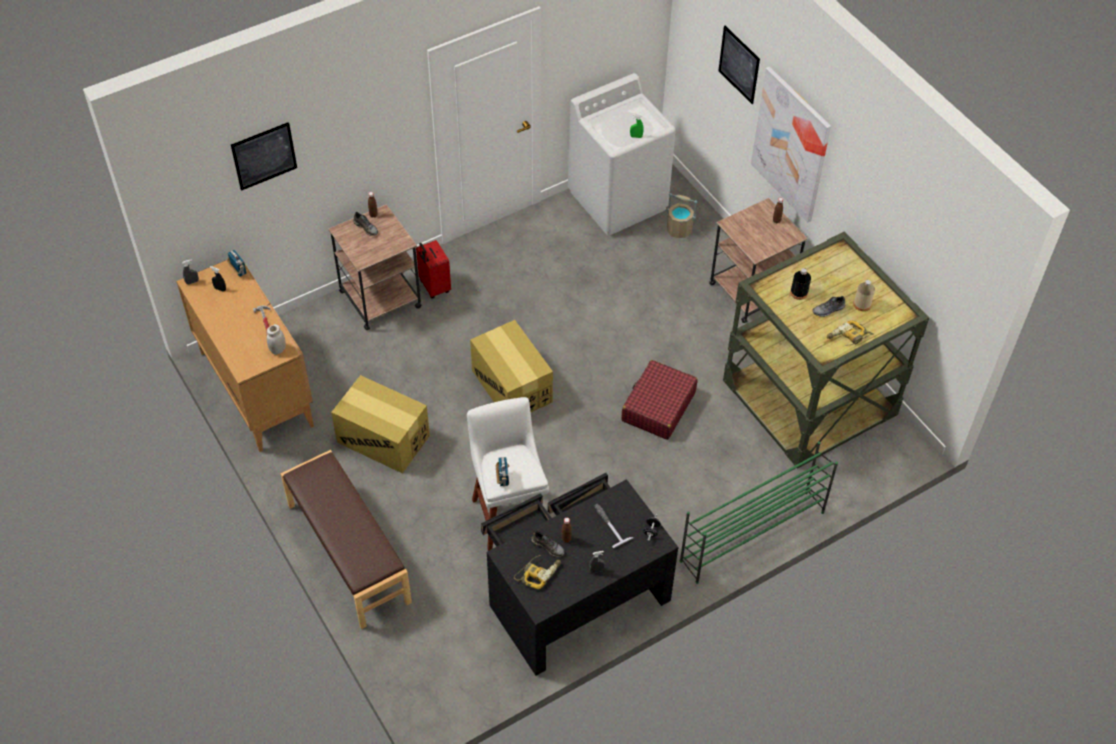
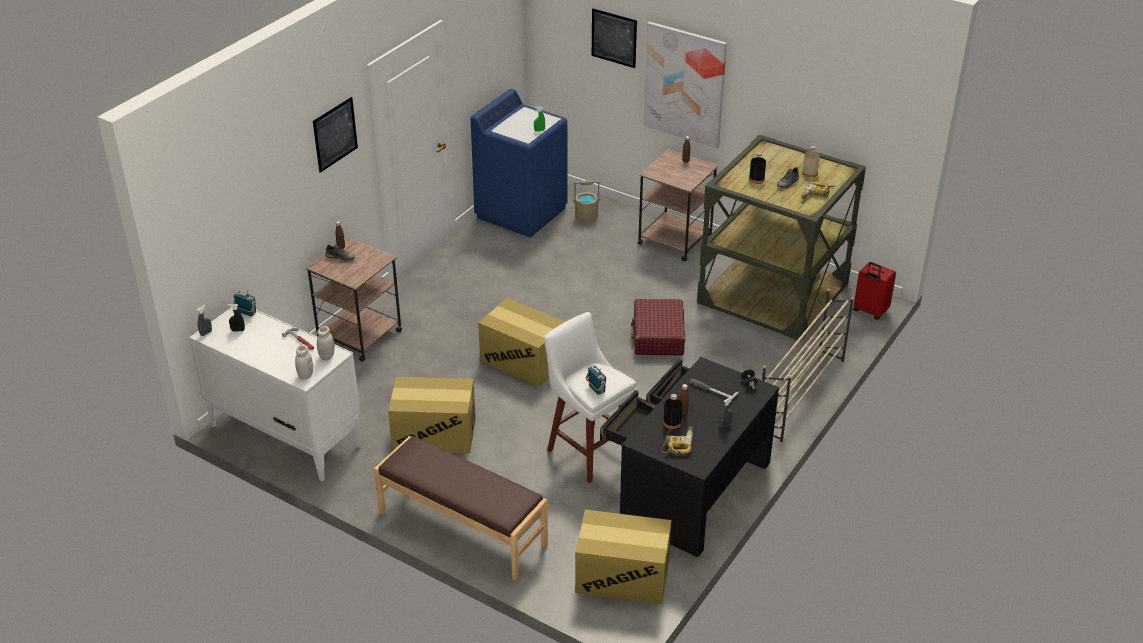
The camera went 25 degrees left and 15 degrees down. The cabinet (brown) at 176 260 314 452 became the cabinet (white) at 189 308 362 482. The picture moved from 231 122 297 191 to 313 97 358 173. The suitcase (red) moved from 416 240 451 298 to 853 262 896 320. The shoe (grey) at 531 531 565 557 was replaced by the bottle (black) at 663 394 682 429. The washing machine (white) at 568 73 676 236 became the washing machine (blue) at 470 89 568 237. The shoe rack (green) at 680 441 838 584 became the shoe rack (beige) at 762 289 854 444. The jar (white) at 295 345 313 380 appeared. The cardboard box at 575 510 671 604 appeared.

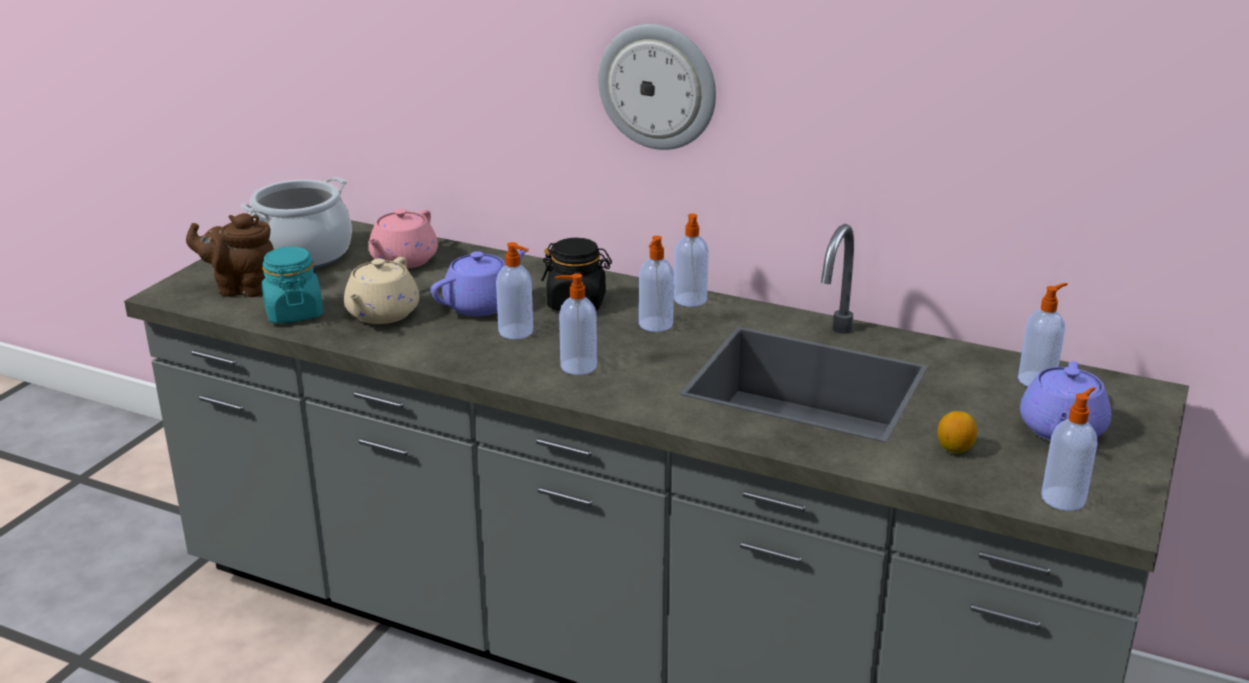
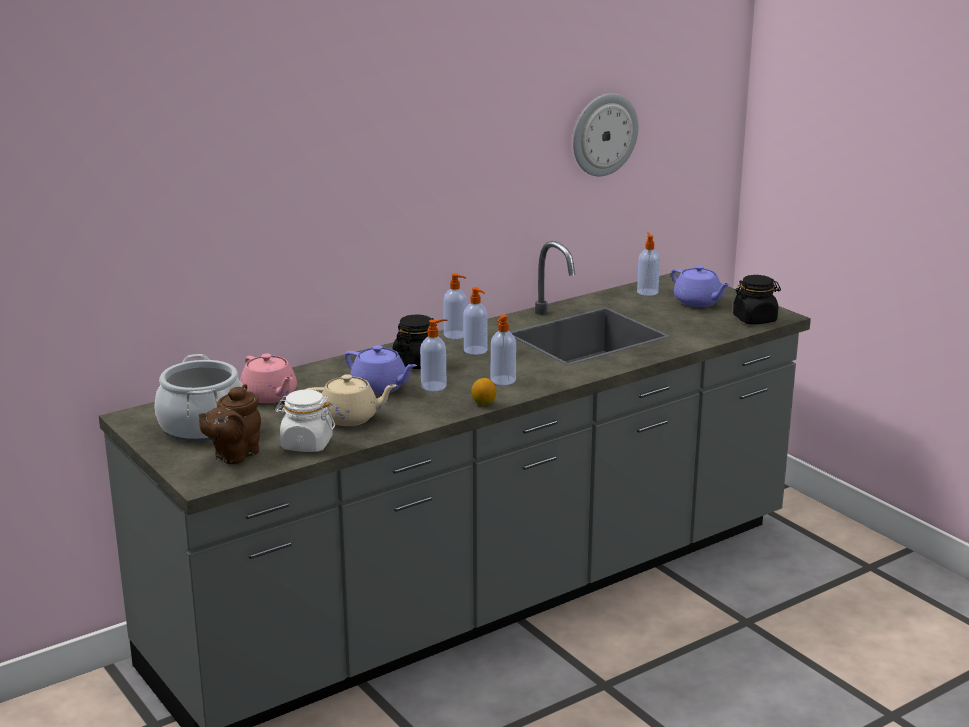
The camera went 60 degrees left and 5 degrees down. The jar (turquoise) at 262 247 323 323 became the jar (white) at 275 390 335 452. The teapot (beige) at 344 257 419 324 turned 45 degrees counterclockwise. The teapot (purple) at 431 248 529 316 turned 135 degrees clockwise. The wall clock moved from 598 24 716 150 to 573 93 638 176. The lemon moved from 938 411 977 453 to 471 378 496 405. The soap dispenser at 1041 387 1098 511 was replaced by the jar (black) at 733 275 781 324.

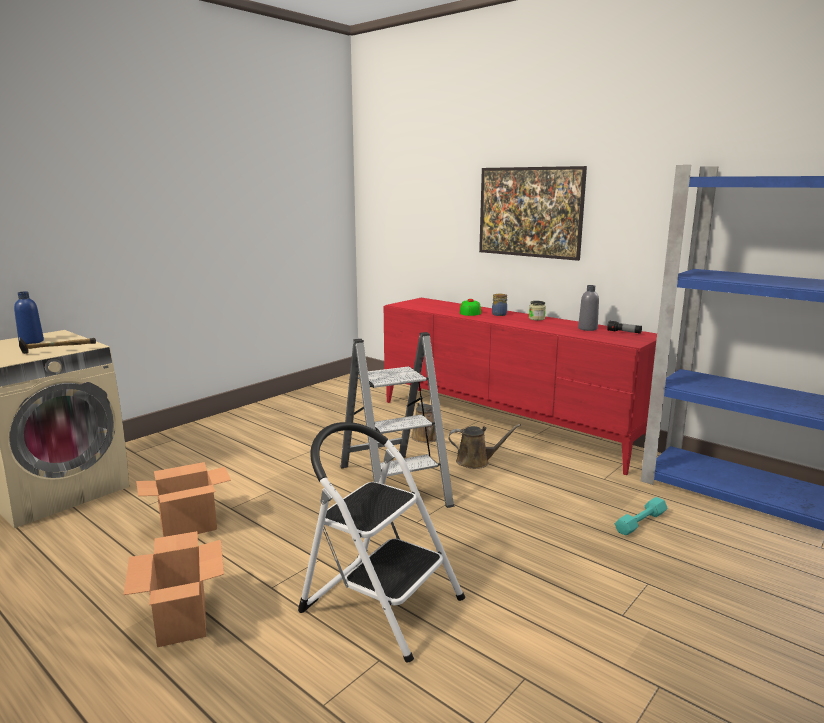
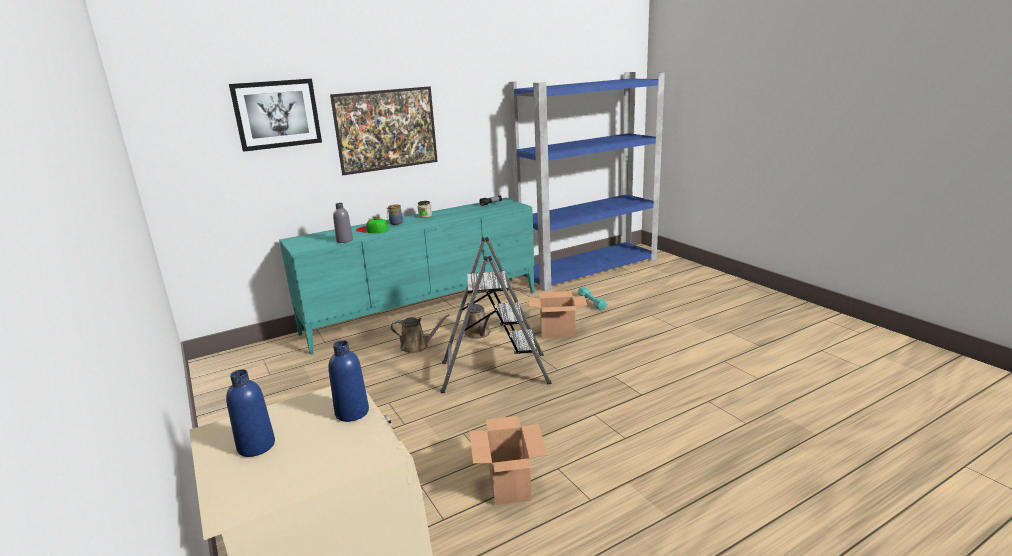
The camera went 70 degrees left and 5 degrees up. The hammer at 19 337 96 354 was replaced by the bottle (blue) at 328 341 369 422. The cardboard box moved from 123 531 224 647 to 528 291 587 338. The step ladder at 298 422 465 663 disappeared. The cabinet (red) at 384 298 657 475 became the cabinet (turquoise) at 279 198 534 355. The watering can (brown) at 449 424 521 469 turned 135 degrees clockwise. The bottle (grey) moved from 578 285 599 331 to 333 203 353 243. The picture at 229 79 322 152 appeared.

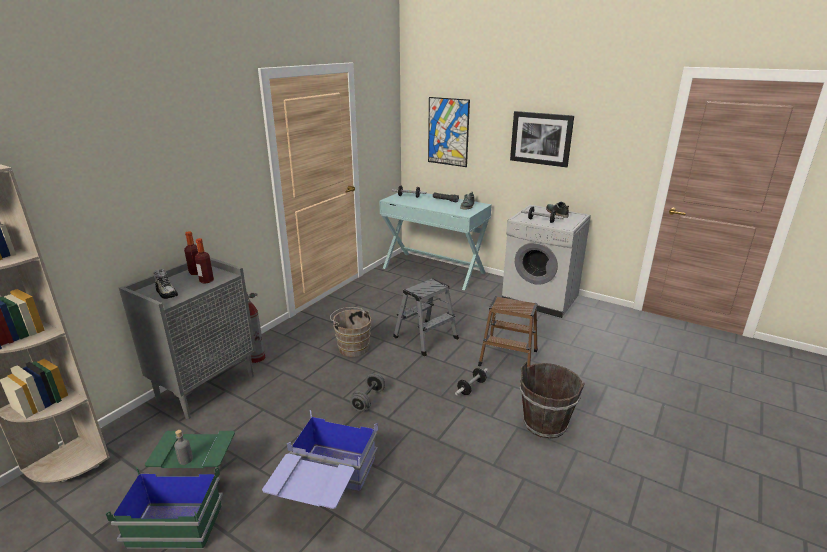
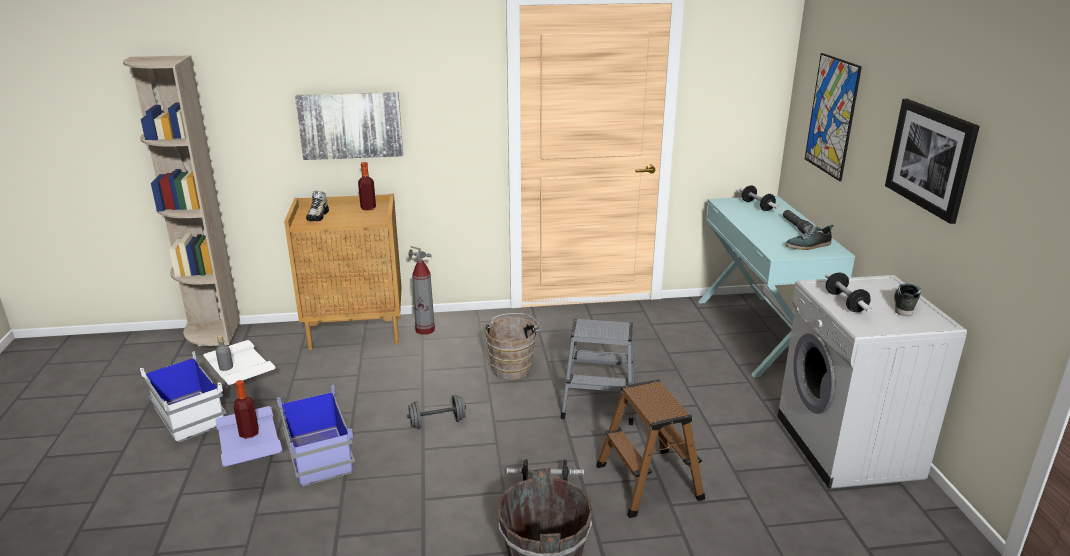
The camera went 50 degrees right and 0 degrees up. The storage box (green) at 106 431 235 549 became the storage box (white) at 140 340 276 443. The cabinet (grey) at 119 258 256 419 became the cabinet (brown) at 284 194 402 350. The bottle moved from 195 238 214 284 to 234 380 259 439. The picture at 295 92 403 160 appeared.

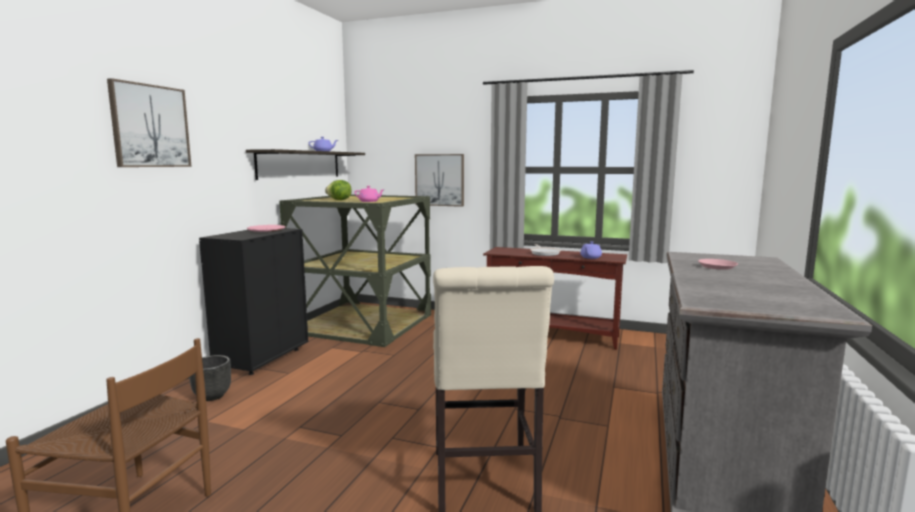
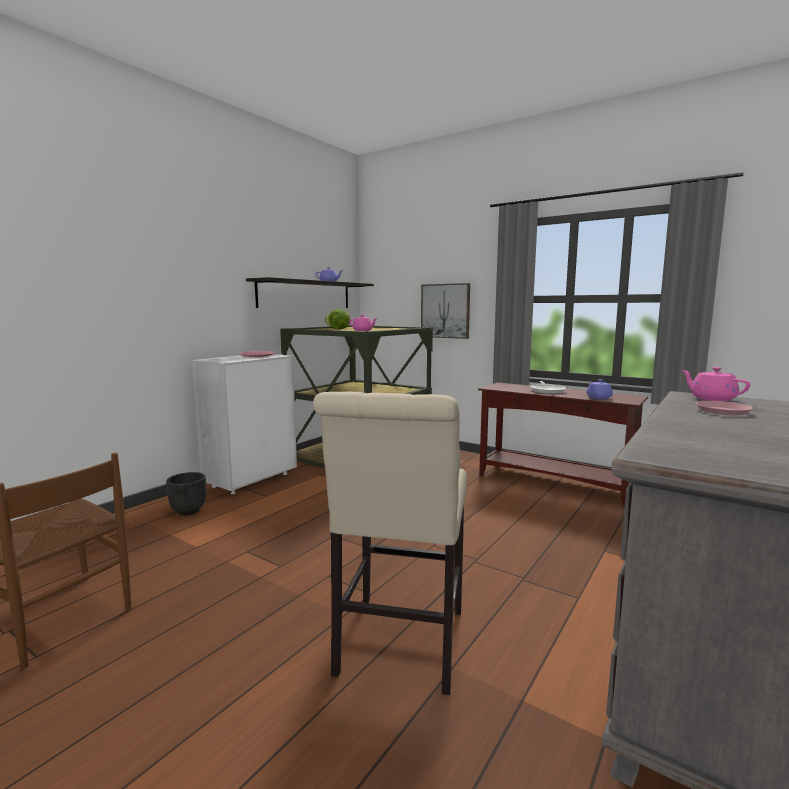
The camera went 15 degrees right and 0 degrees up. The picture at 107 78 192 167 disappeared. The cabinet (black) at 199 228 308 375 became the cabinet (white) at 192 354 297 494. The teapot (pink) at 681 367 750 401 appeared.

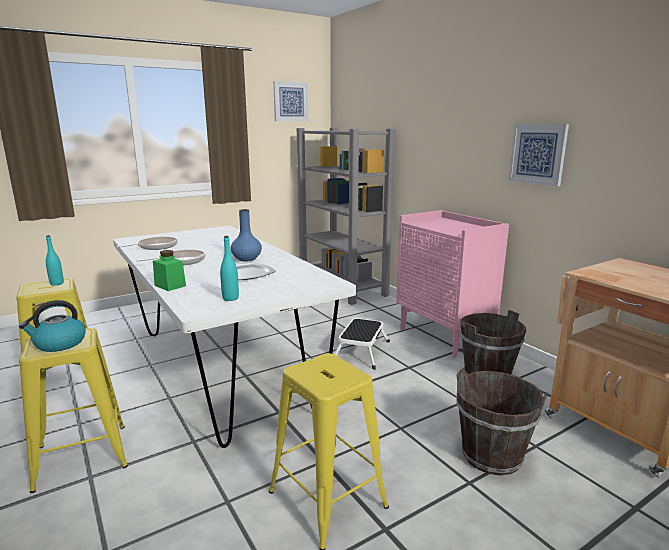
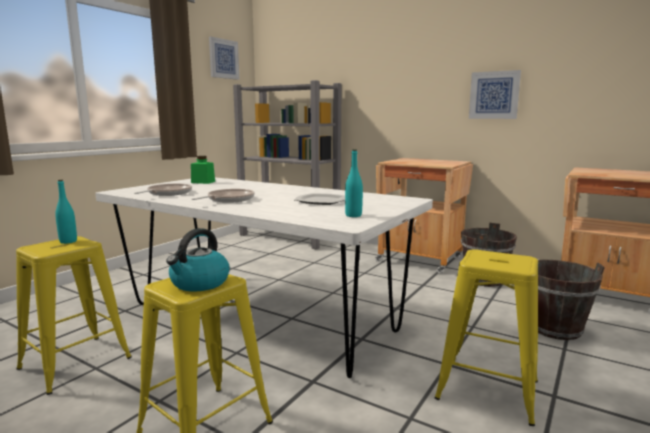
The camera went 25 degrees left and 5 degrees down. The jar (green) moved from 153 250 186 291 to 191 156 215 184. The vase (blue) at 231 209 262 262 disappeared. The step ladder (black) at 334 318 390 370 disappeared. The cabinet (pink) at 396 210 509 358 was replaced by the cart (brown) at 375 158 473 274.

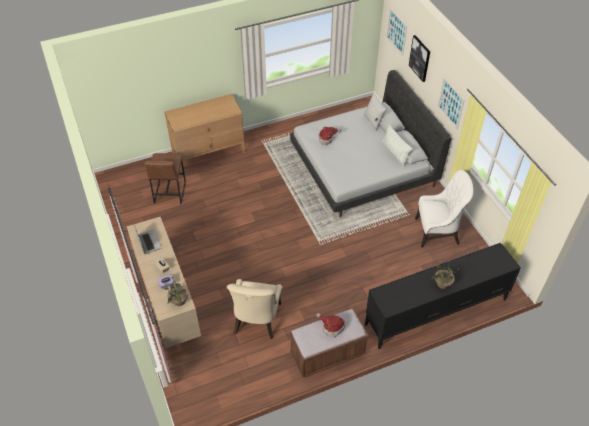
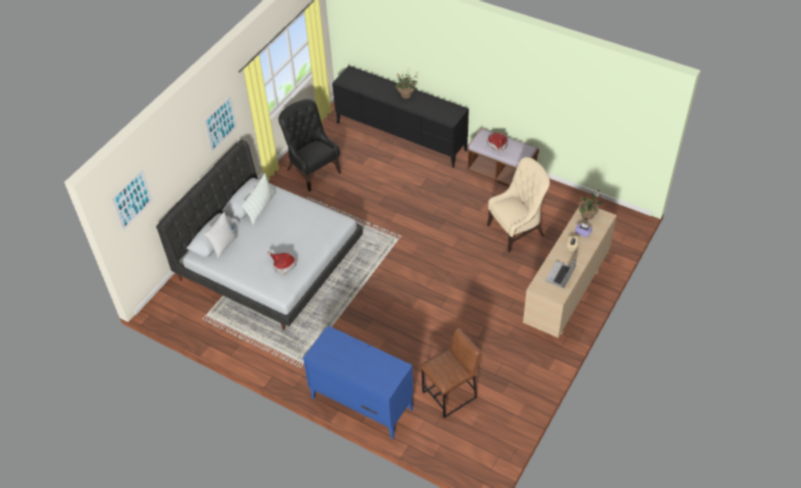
The camera went 125 degrees left and 0 degrees up. The cabinet (brown) at 164 94 245 171 became the cabinet (blue) at 303 326 413 439. The picture at 409 35 430 82 disappeared. The chair (white) at 415 170 474 248 became the chair (black) at 278 99 341 192.

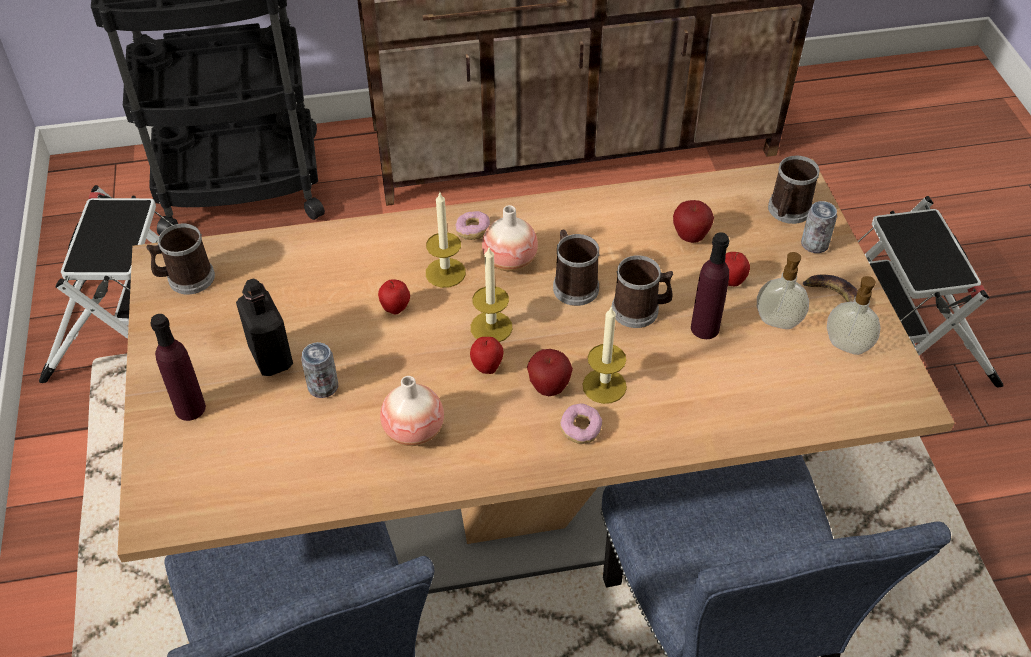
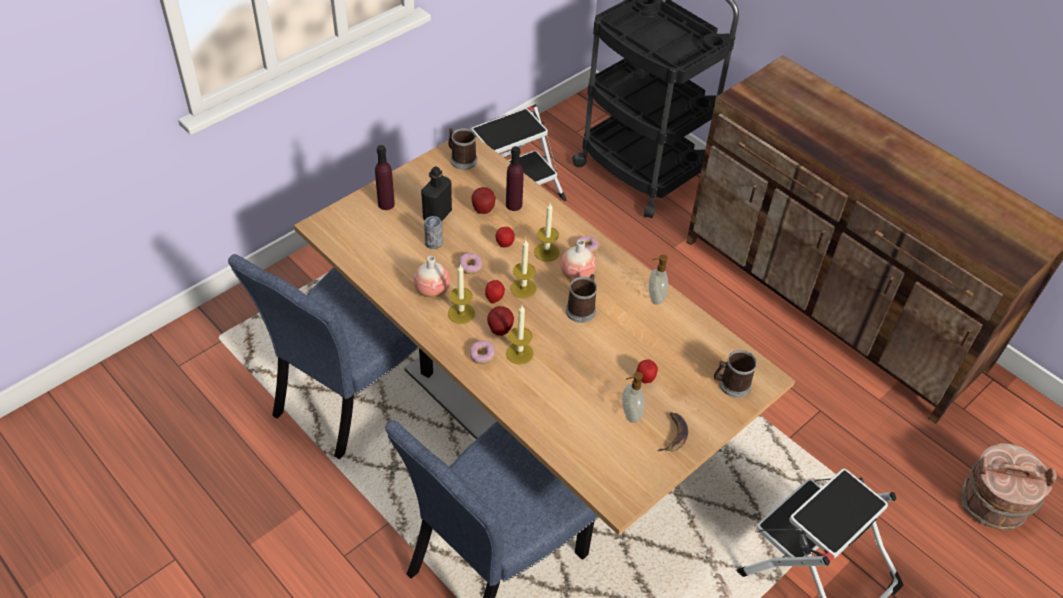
The camera went 55 degrees right and 0 degrees up. The mug at 612 255 673 328 disappeared. The apple moved from 673 200 714 243 to 471 187 496 214. The bottle (purple) moved from 691 232 729 339 to 506 146 524 211. The can at 801 201 837 253 disappeared. The soap dispenser moved from 827 276 881 355 to 649 255 668 305. The candle at 448 264 475 324 appeared. The donut at 459 253 482 274 appeared. The bucket (brown) at 961 443 1057 530 appeared.

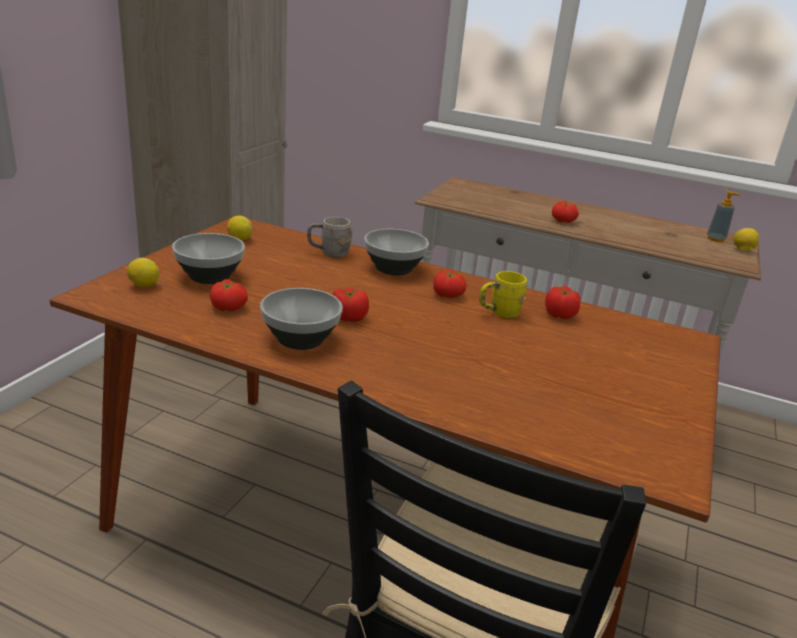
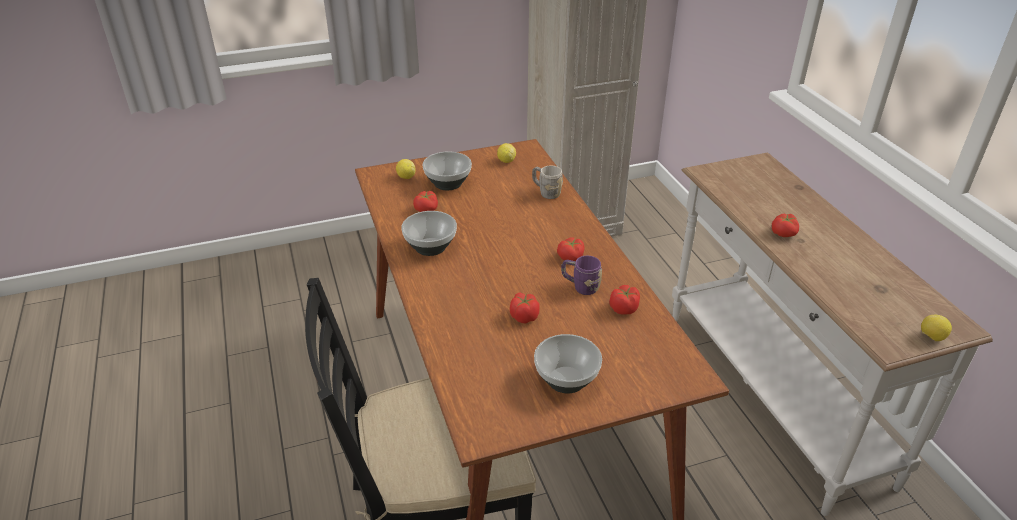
The camera went 50 degrees right and 10 degrees up. The tomato moved from 332 287 369 322 to 510 292 540 323. The bowl moved from 364 229 429 276 to 534 334 602 393. The mug (yellow) at 479 271 527 318 became the mug (purple) at 561 256 602 295. The soap dispenser at 707 190 740 242 disappeared.

